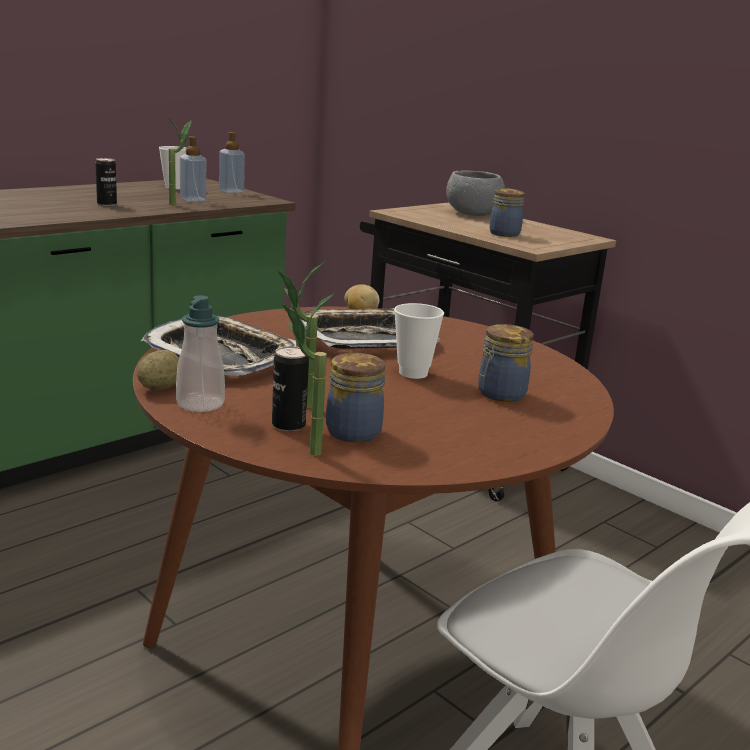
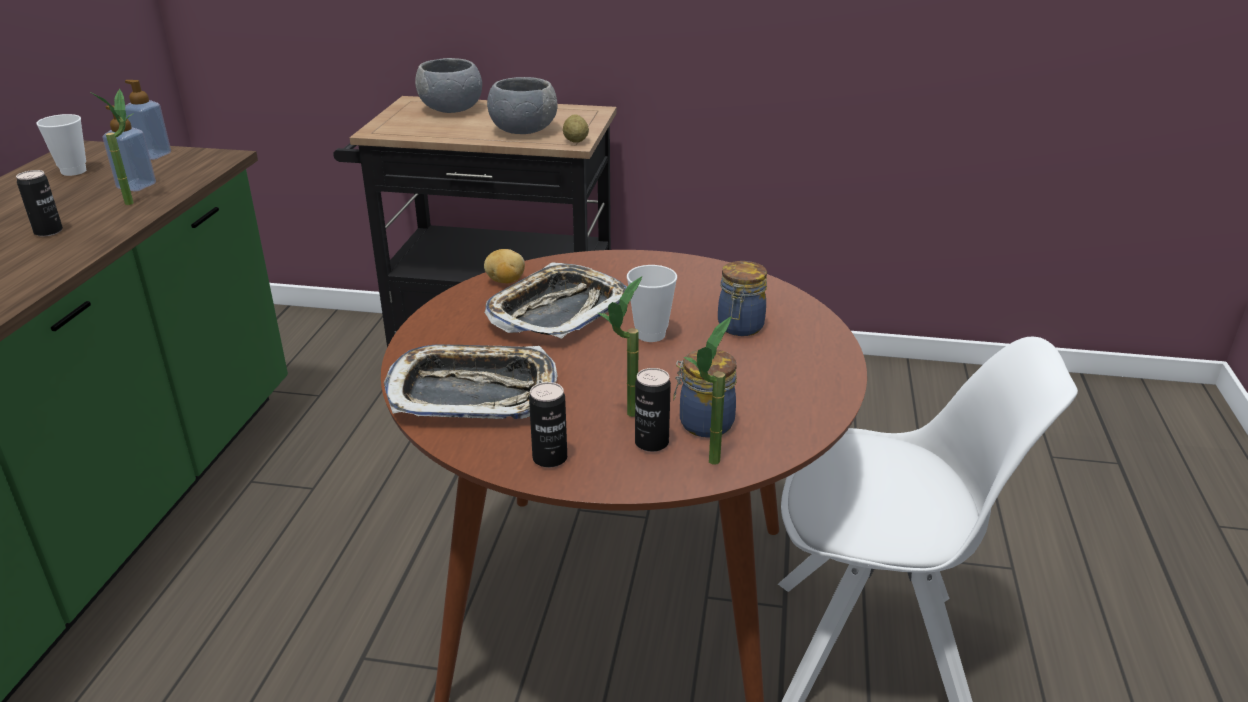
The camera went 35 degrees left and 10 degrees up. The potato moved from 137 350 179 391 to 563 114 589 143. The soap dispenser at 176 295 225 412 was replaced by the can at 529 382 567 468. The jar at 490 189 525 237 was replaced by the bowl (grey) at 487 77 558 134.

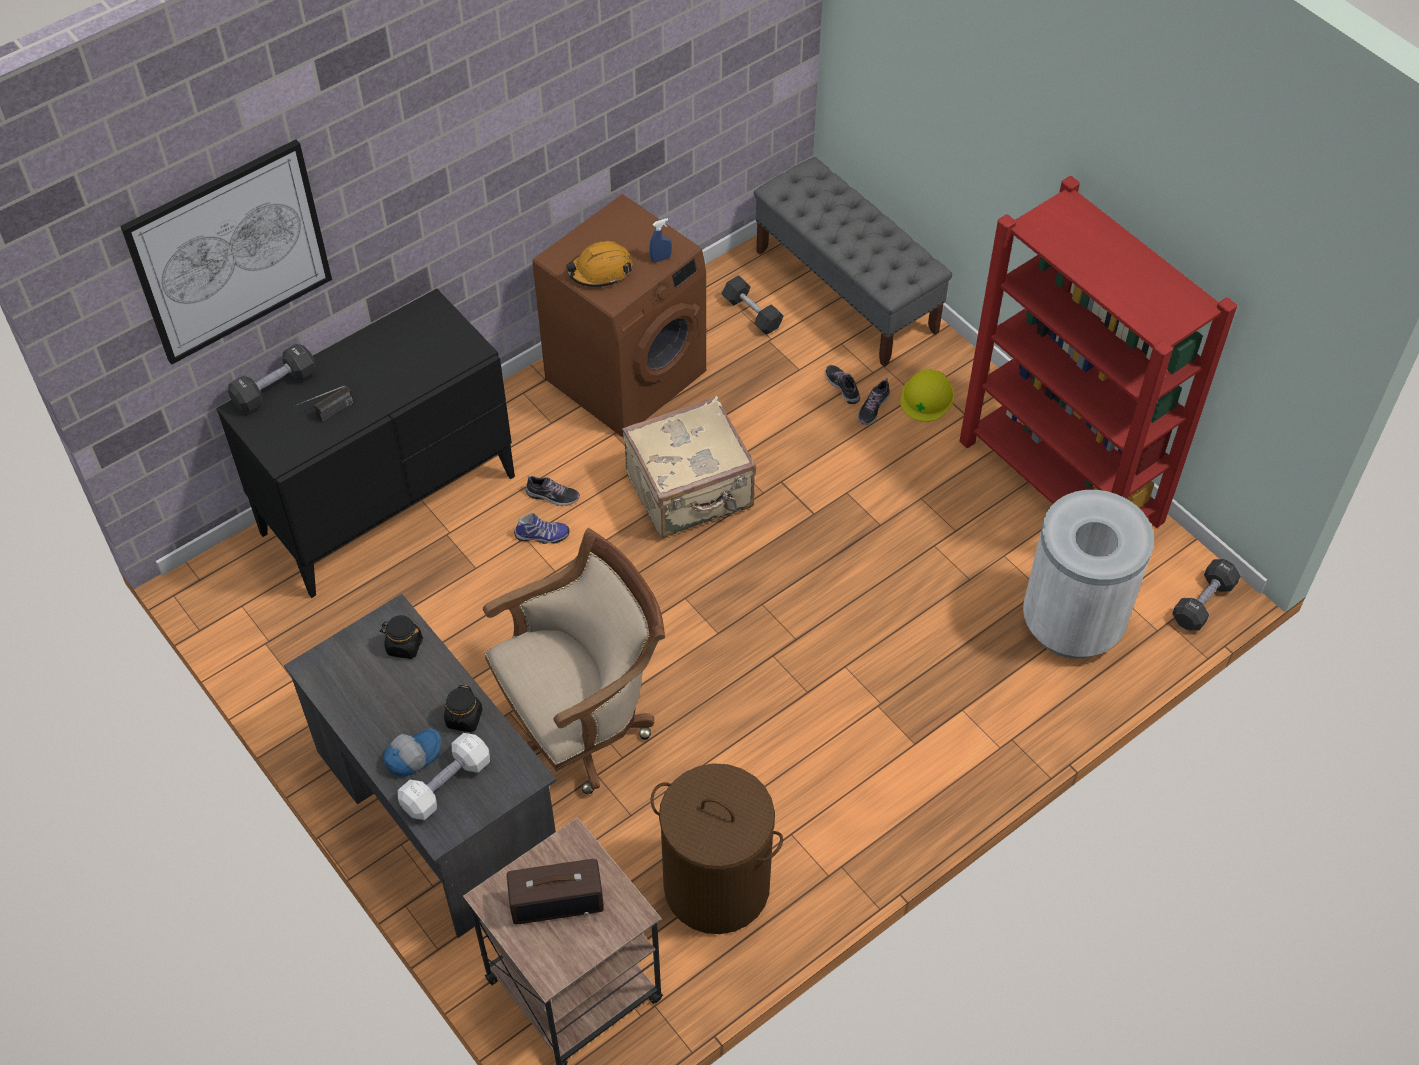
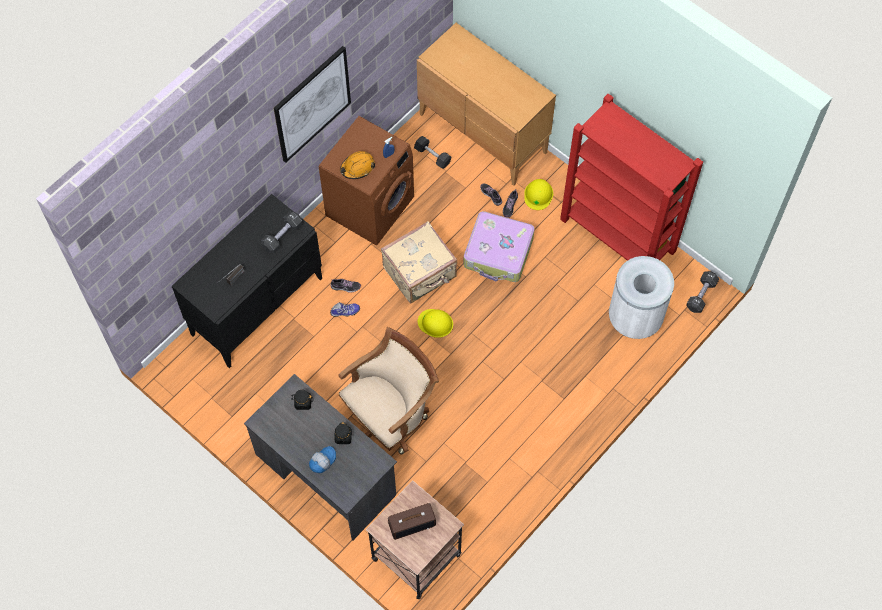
The camera went 10 degrees left and 10 degrees up. The picture moved from 120 140 332 365 to 273 46 351 163. The dumbbell (black) moved from 228 344 316 412 to 261 212 303 253. The dumbbell (white) at 398 733 490 820 disappeared. The laundry basket (brown) at 651 763 783 934 disappeared. The bench (grey) at 754 157 952 367 was replaced by the cabinet (brown) at 417 23 556 186. The hard hat (yellow) at 418 309 453 338 appeared. The suitcase at 463 211 535 282 appeared.

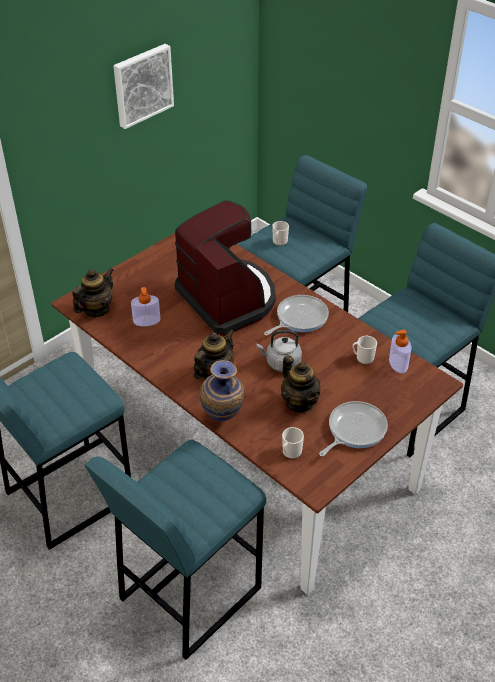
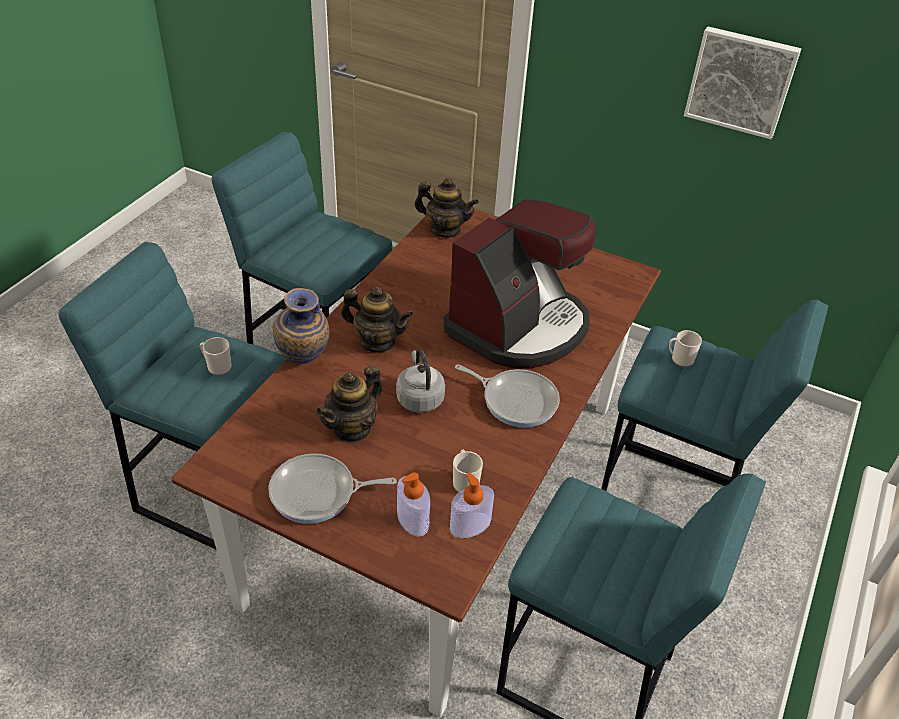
The camera went 70 degrees right and 0 degrees up. The soap dispenser moved from 131 287 160 327 to 397 472 430 537. The mug moved from 282 427 304 459 to 200 337 232 375. The frying pan at 319 401 388 456 turned 150 degrees clockwise.

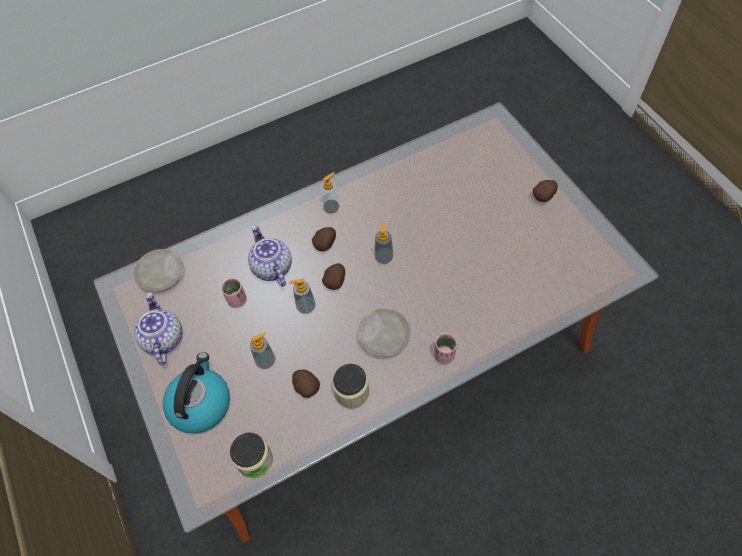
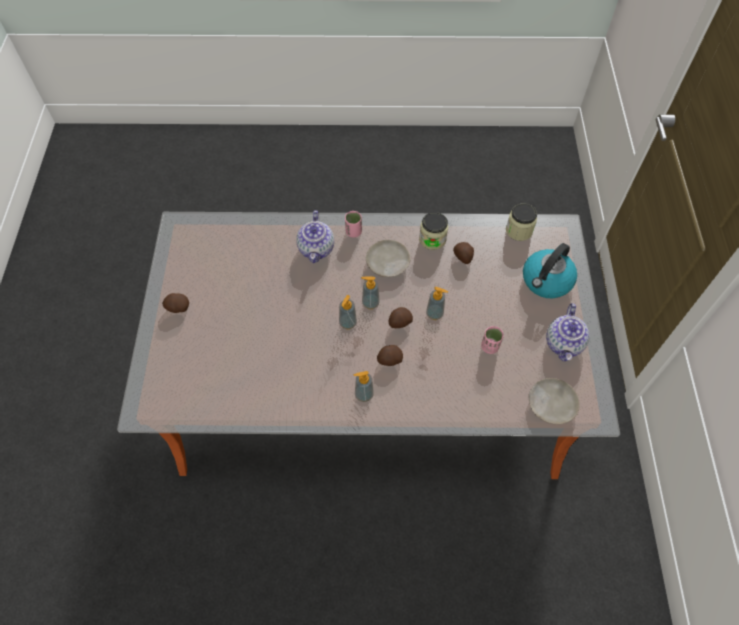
The camera went 155 degrees left and 0 degrees up. The teapot moved from 248 225 292 287 to 296 210 334 263. The soap dispenser moved from 250 333 276 369 to 361 277 380 309.

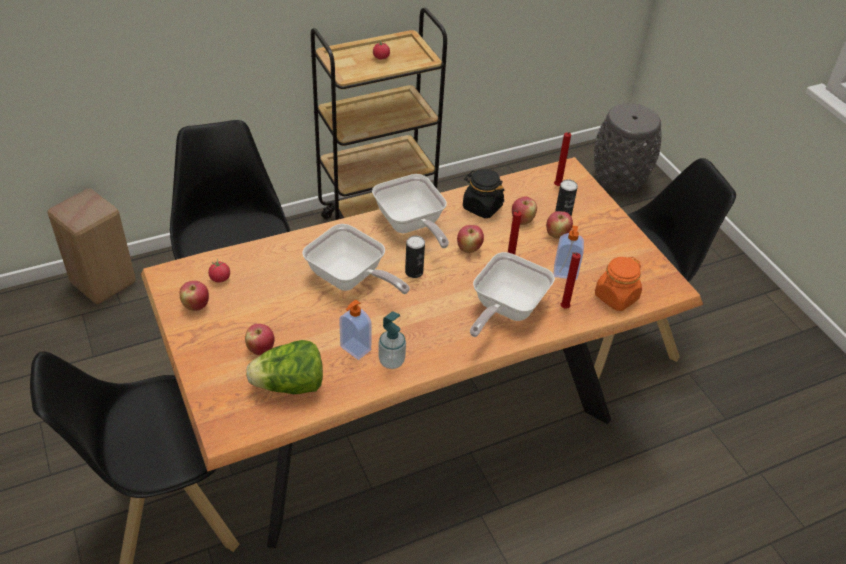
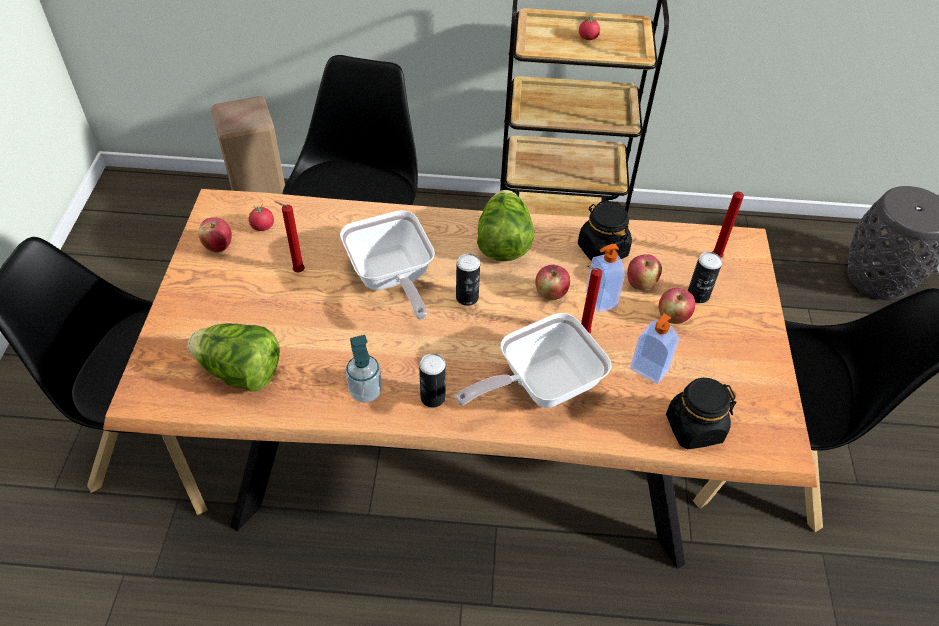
The camera went 30 degrees right and 5 degrees up. The apple at 245 324 275 355 disappeared. The soap dispenser moved from 339 300 372 360 to 586 244 625 313. The frying pan at 372 174 449 248 was replaced by the lettuce at 477 190 535 261. The candle (red) moved from 560 252 581 309 to 274 201 305 272. The jar (orange) at 595 257 642 311 became the jar (black) at 666 378 737 449. The can at 419 353 446 408 appeared.

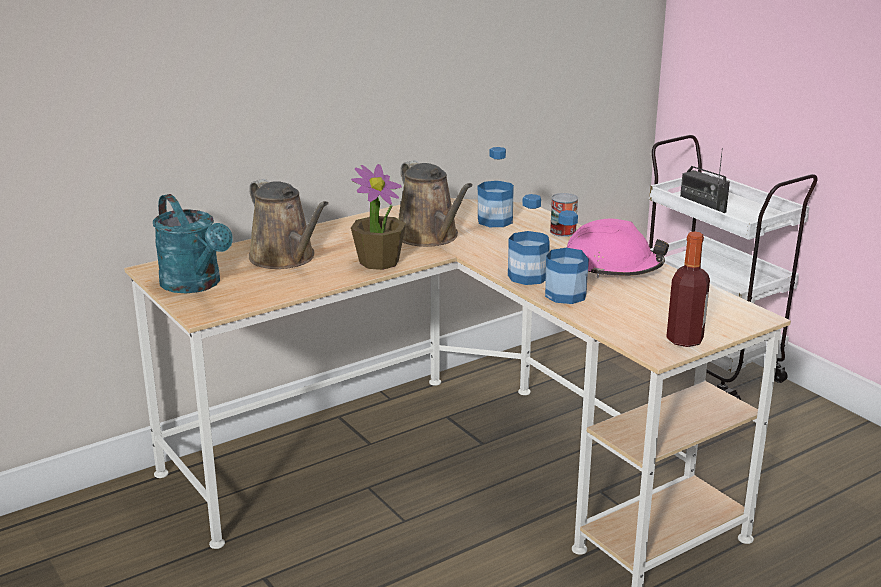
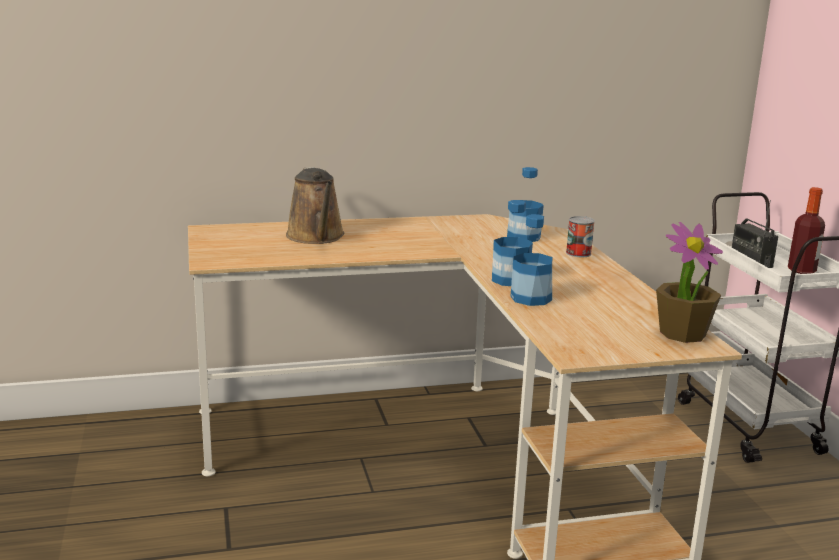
The camera went 20 degrees right and 5 degrees down. The watering can (turquoise) at 153 194 233 293 disappeared. The potted plant moved from 351 164 406 270 to 656 222 723 343. The watering can (brown) at 399 160 473 247 disappeared. The hard hat (pink) at 567 219 669 277 disappeared. The bottle moved from 666 231 710 347 to 788 187 825 274.

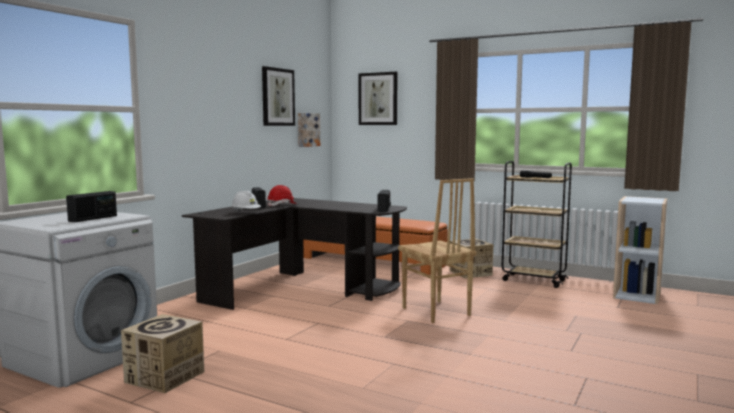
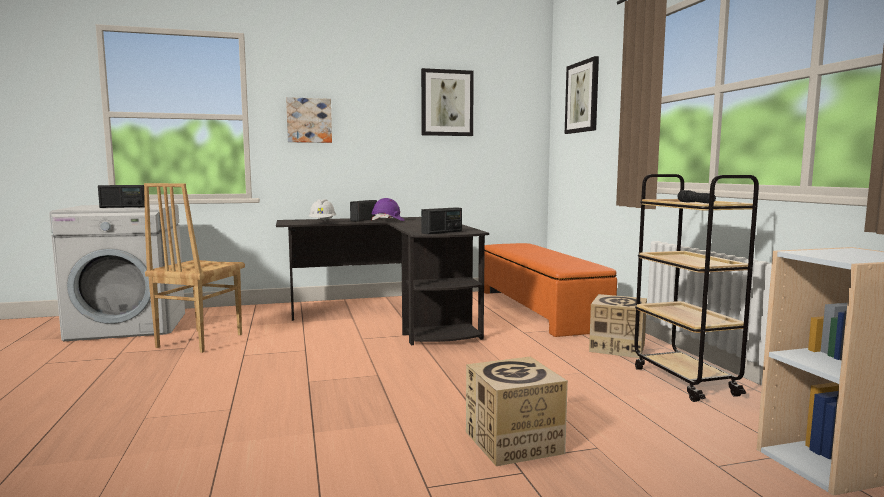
The camera went 45 degrees right and 0 degrees up. The cardboard box moved from 121 314 204 393 to 466 357 568 466. The hard hat (red) at 267 185 297 207 became the hard hat (purple) at 371 198 405 221. The picture moved from 298 113 320 147 to 286 97 332 143. The chair (brown) moved from 398 178 476 323 to 144 183 245 353.

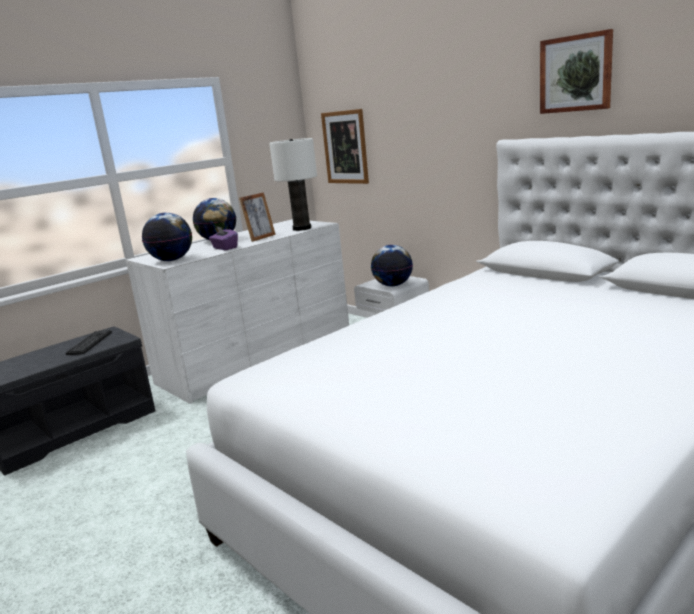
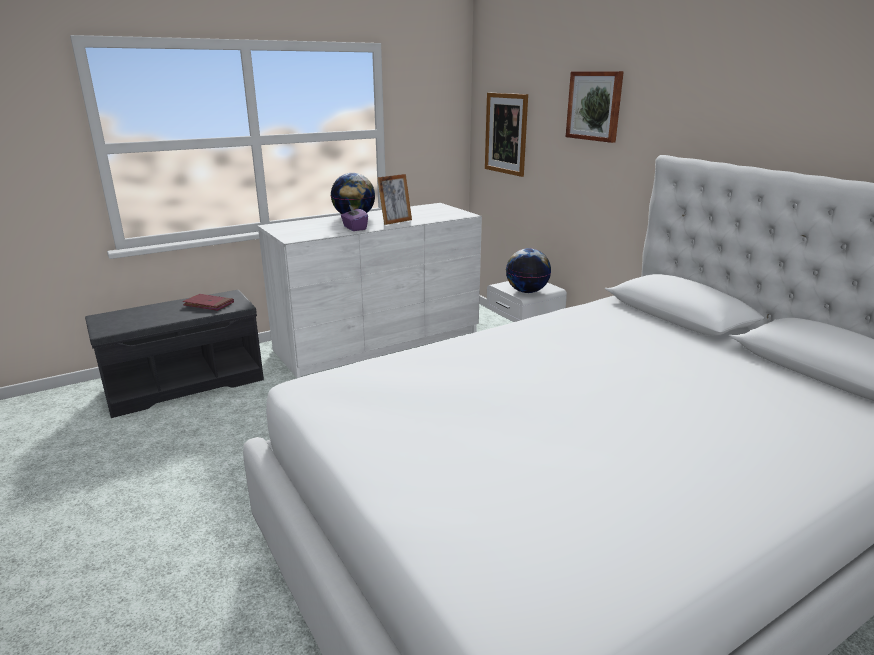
The camera went 10 degrees right and 5 degrees up. The keyboard at 66 330 112 355 was replaced by the book (red) at 182 294 234 311. The globe at 142 212 192 261 disappeared. The table lamp (white) at 269 138 317 231 disappeared. The picture moved from 540 29 613 114 to 566 71 624 143.

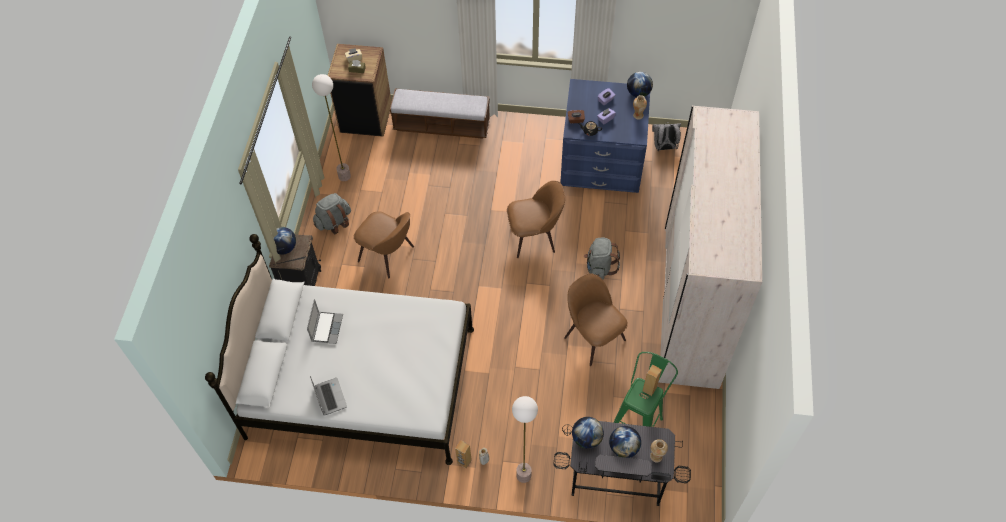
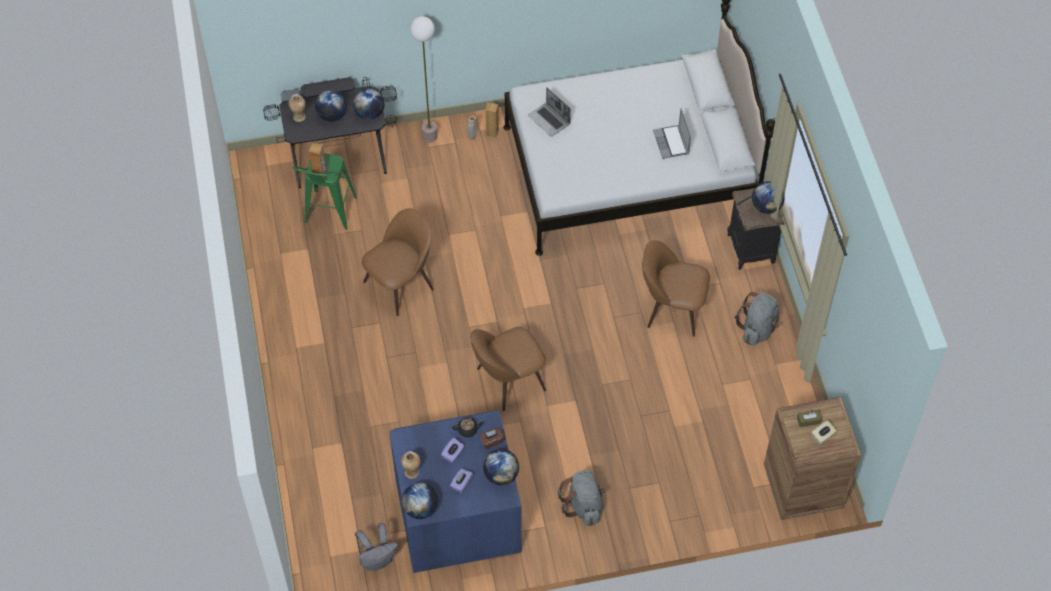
The camera went 160 degrees right and 0 degrees up. The laptop moved from 310 376 347 415 to 528 88 571 137. The floor lamp at 312 74 351 181 disappeared. The bench at 390 88 490 139 disappeared. The chair (brown) at 564 273 628 366 turned 75 degrees counterclockwise. The backpack (grey) moved from 584 237 620 280 to 558 470 606 526. The wardrobe (beige) at 659 106 762 389 disappeared. The globe at 483 449 519 485 appeared.

